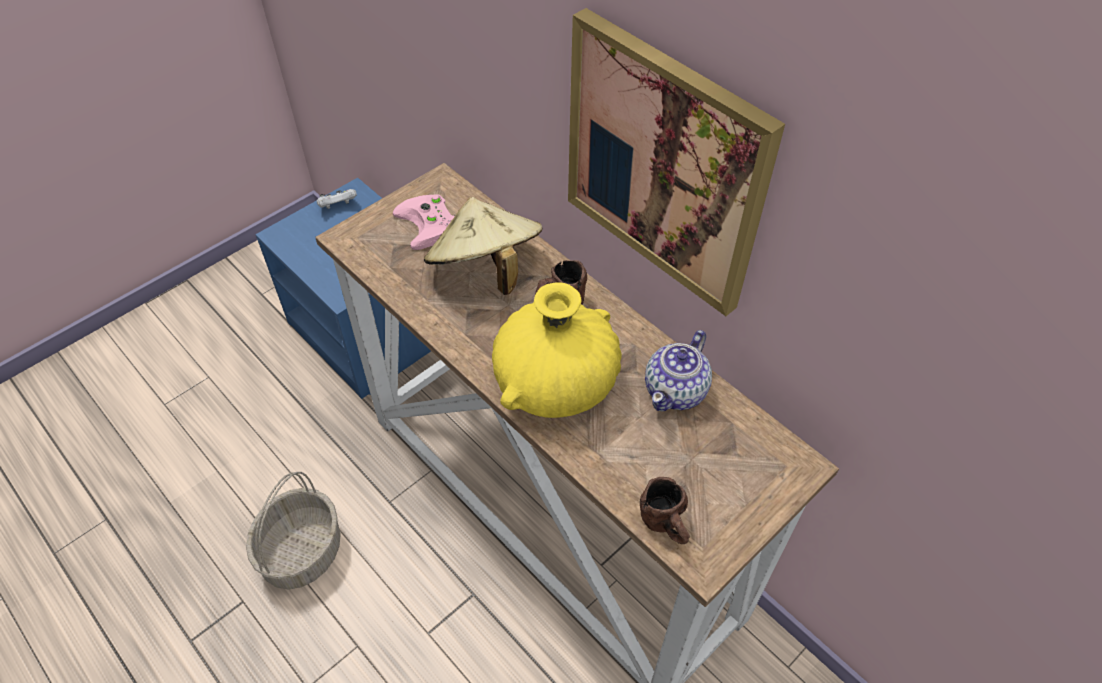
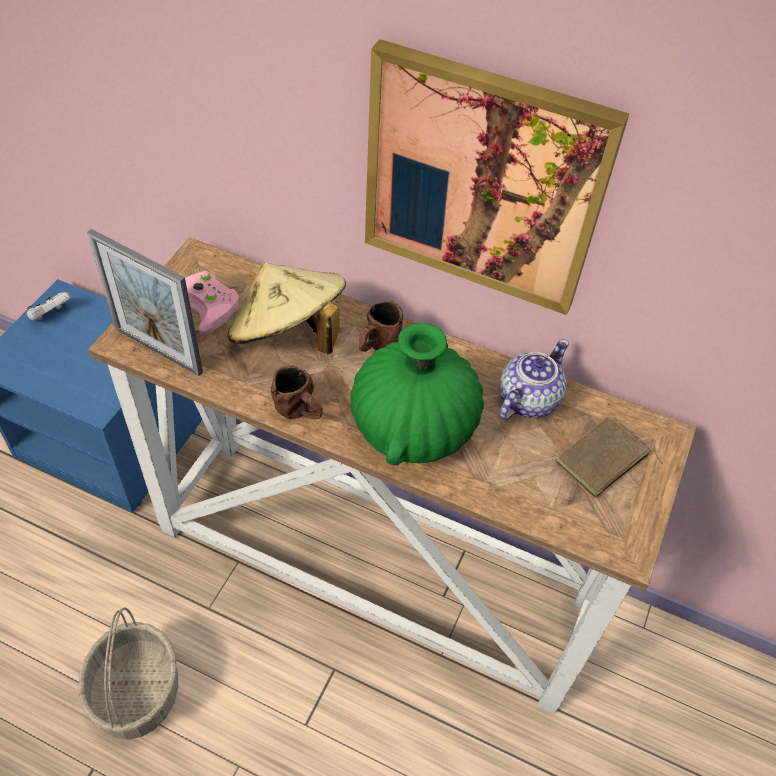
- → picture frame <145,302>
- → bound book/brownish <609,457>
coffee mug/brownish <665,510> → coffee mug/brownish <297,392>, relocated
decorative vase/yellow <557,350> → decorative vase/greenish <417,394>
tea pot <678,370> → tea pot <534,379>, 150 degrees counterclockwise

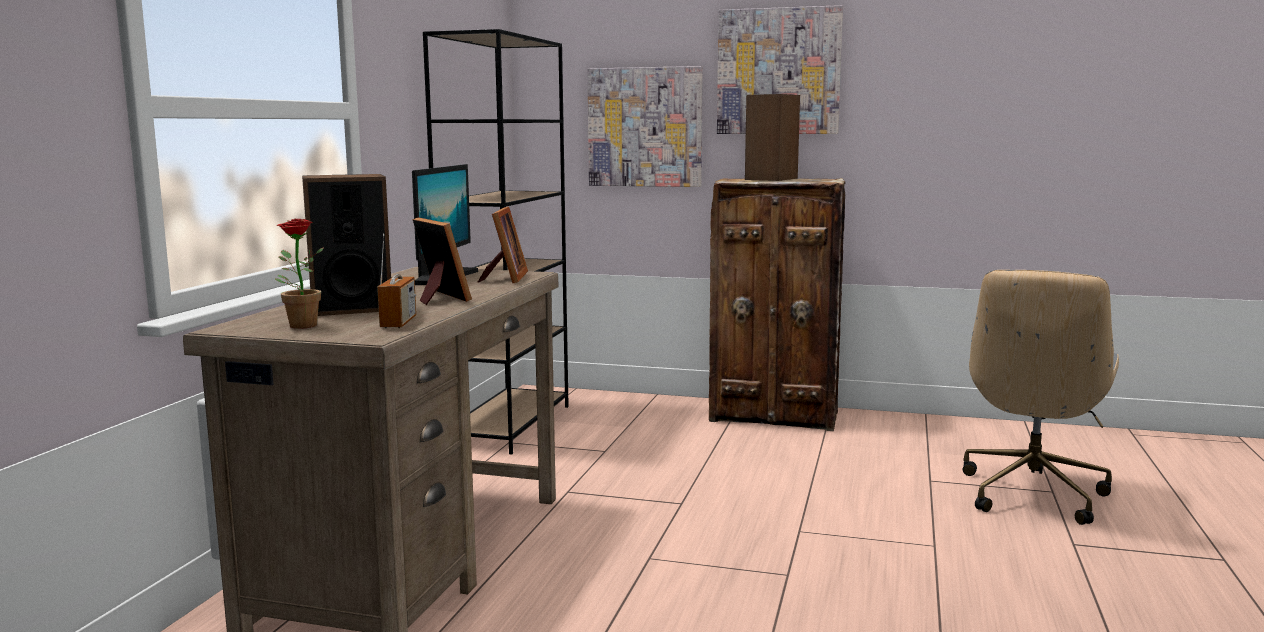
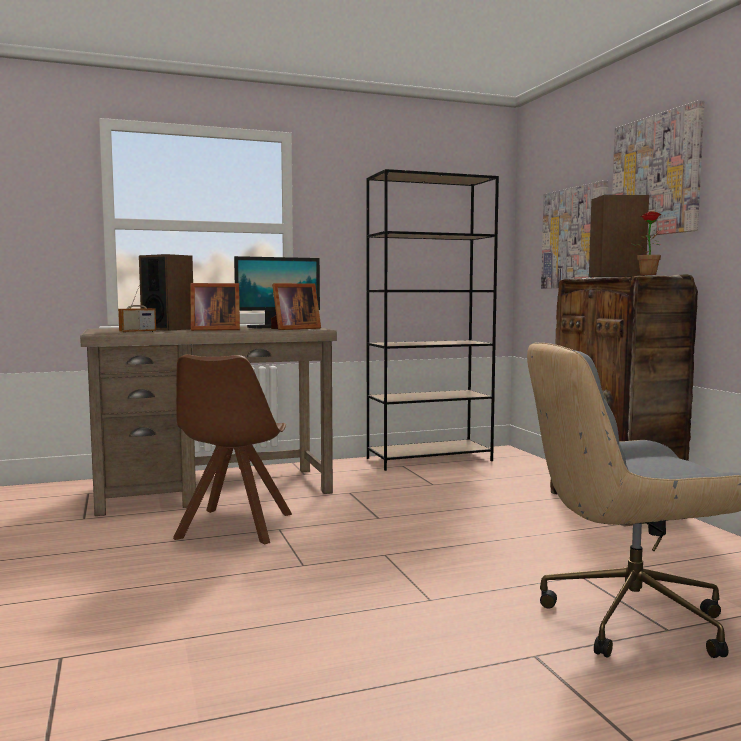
- → chair/brownish <232,449>
plant in a pot <299,274> → plant in a pot <647,243>, relocated
picture frame <442,261> → picture frame <215,307>, 60 degrees clockwise

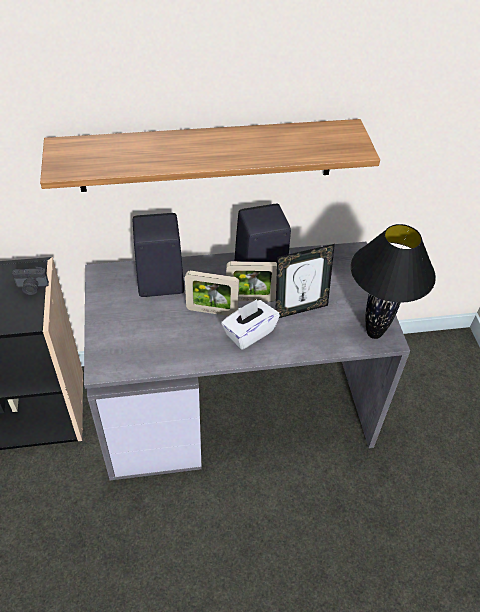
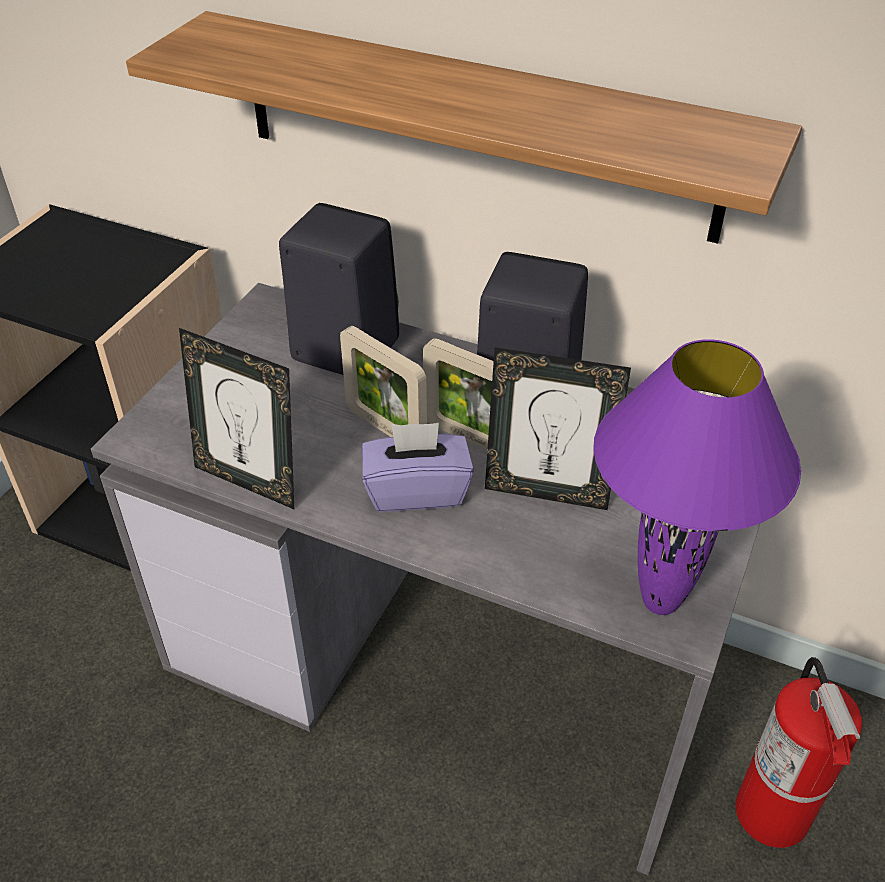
photo camera <30,281> → -
- → picture frame <236,418>
- → fire extinguisher <798,752>
box of tissues/white-coloured <250,324> → box of tissues/purple <418,467>
tabletop lamp/blackish <393,281> → tabletop lamp/purple <697,477>

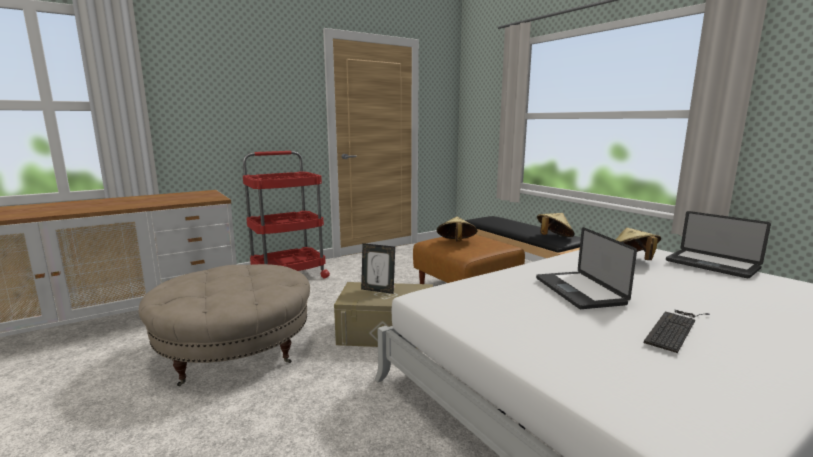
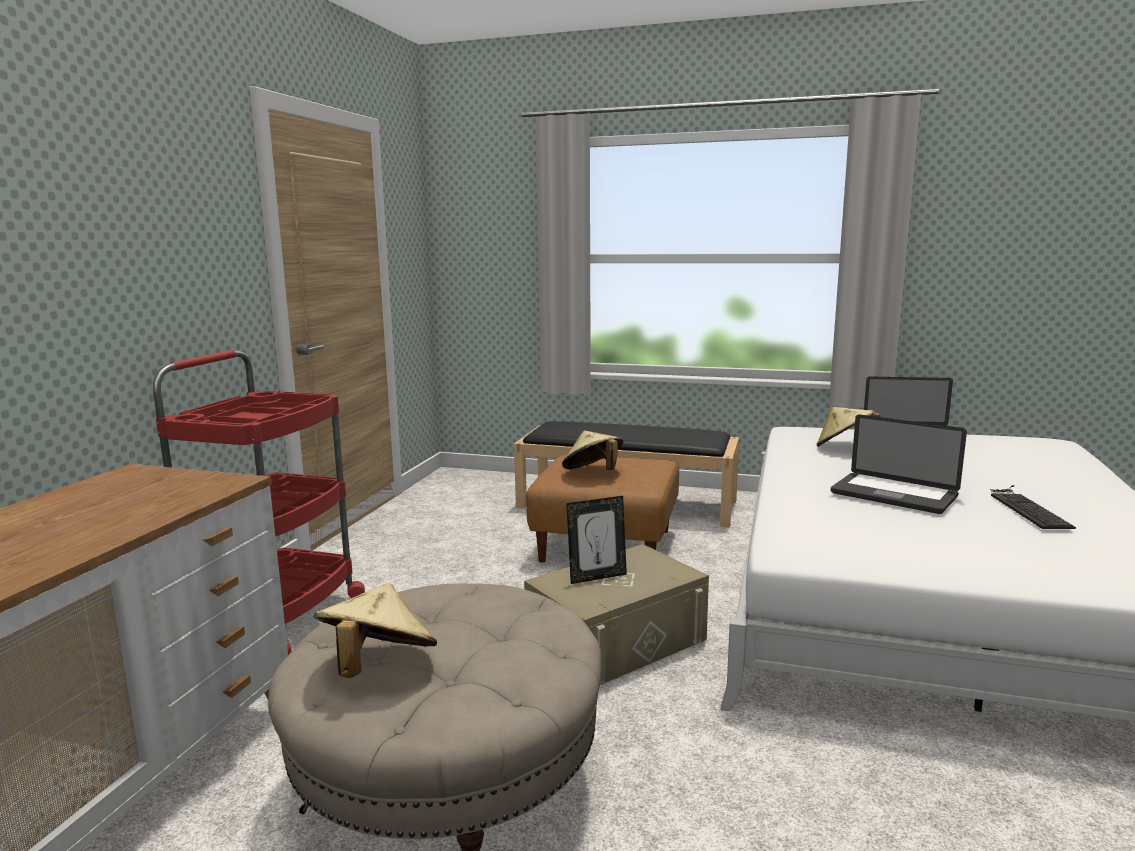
clothing hat/sand-coloured <556,225> → clothing hat/sand-coloured <375,630>, relocated

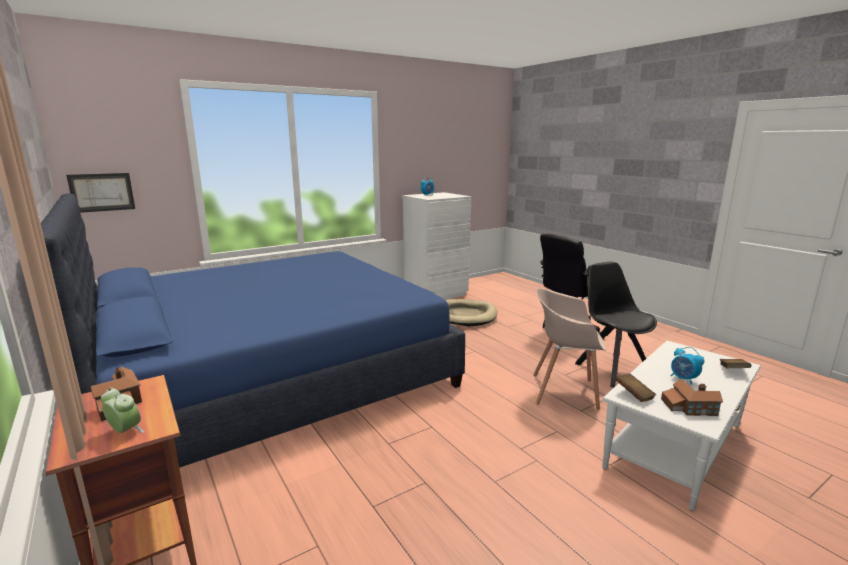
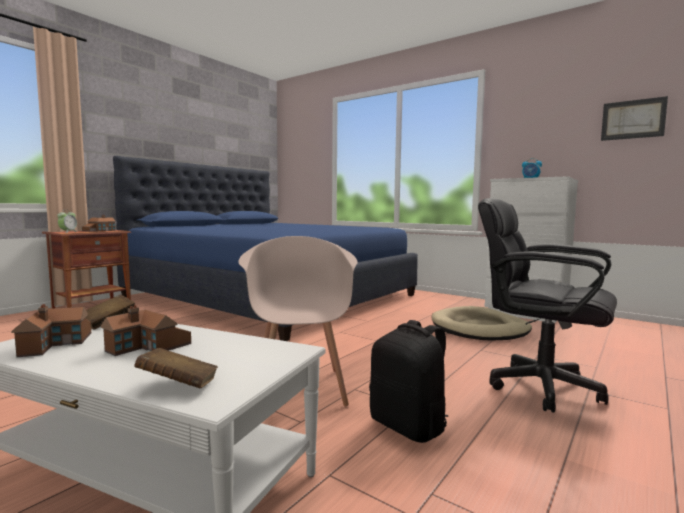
picture <100,193> → picture <634,118>, relocated
chair/blackish <616,325> → backpack/blackish <408,381>
alarm clock <687,366> → toy house <146,330>

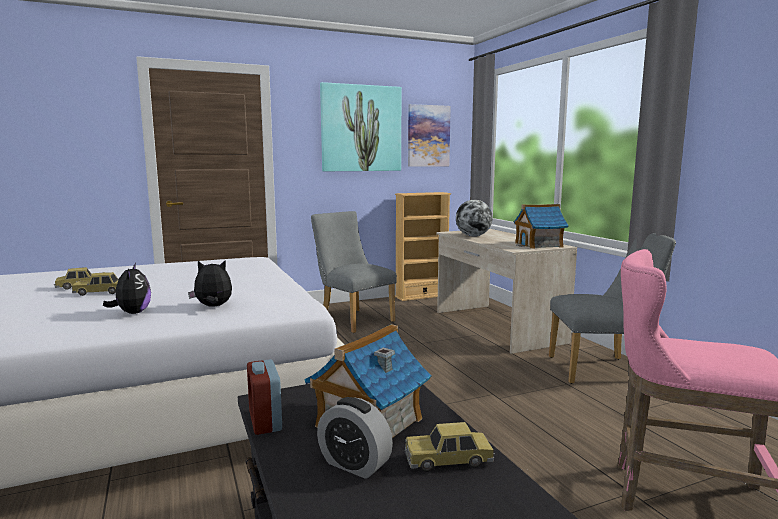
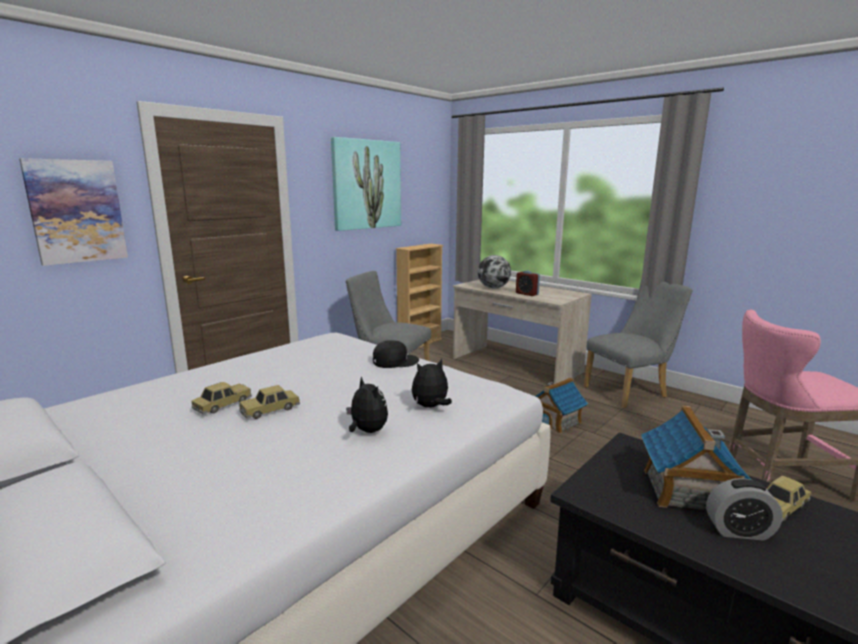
- → peaked cap/blackish <396,354>
alarm clock <264,397> → alarm clock <528,283>, relocated
picture <429,135> → picture <73,212>, relocated
toy house <541,226> → toy house <562,405>, relocated

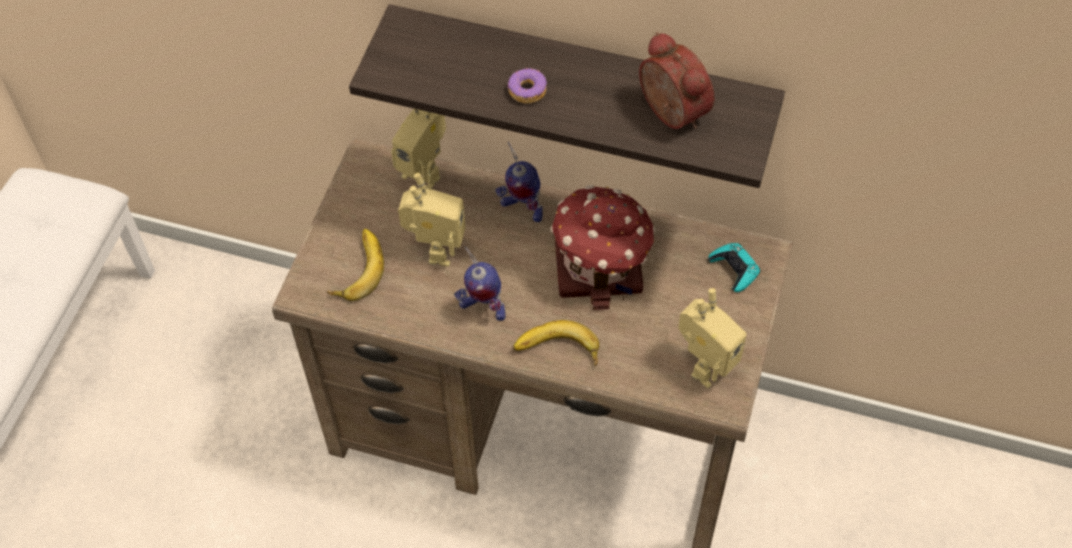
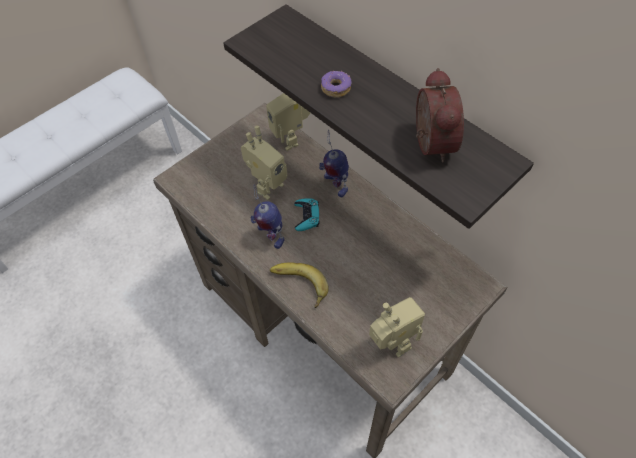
whole banana <355,265> → -
toy house <602,247> → -
gamepad/turquoise-coloured <734,267> → gamepad/turquoise-coloured <307,214>, relocated
toy robot <712,338> → toy robot <397,327>, 105 degrees counterclockwise

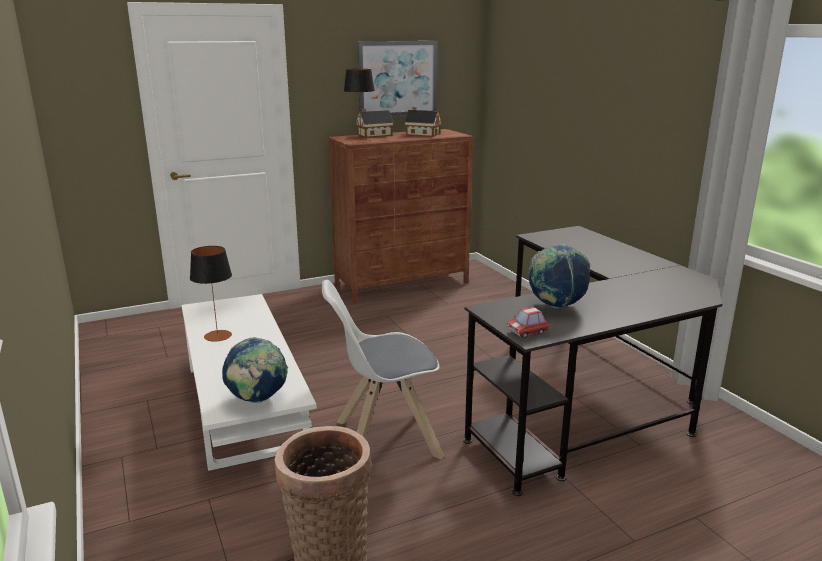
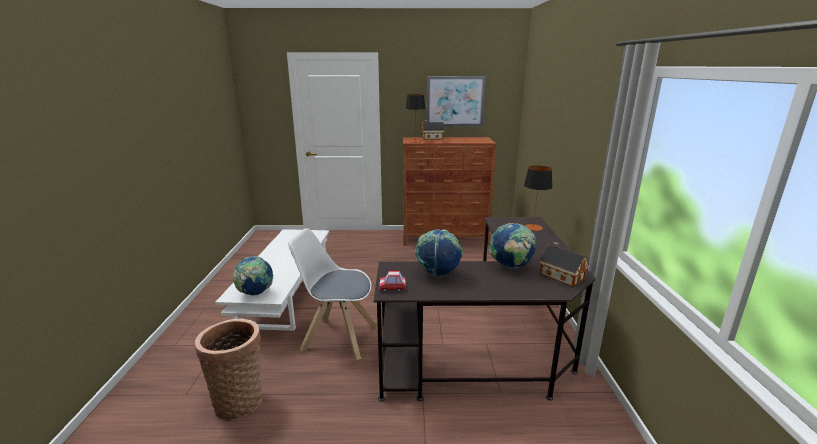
- → globe <513,246>
tabletop lamp <211,294> → tabletop lamp <538,198>, relocated
toy house <423,122> → toy house <564,264>, relocated

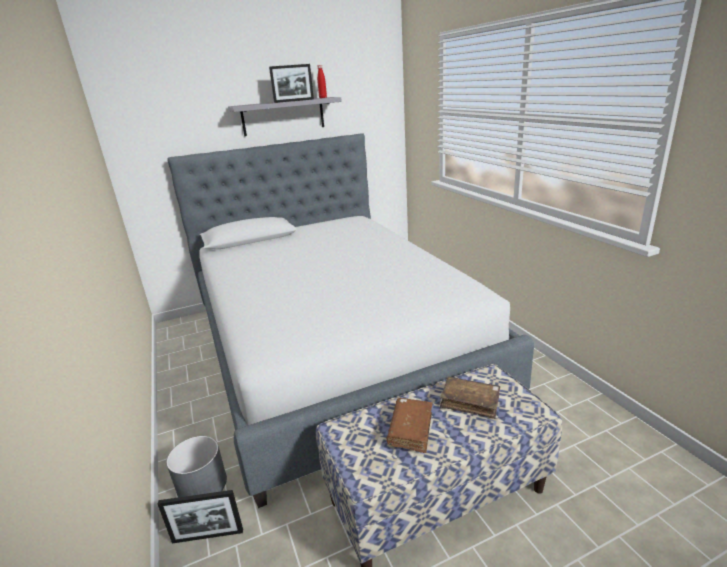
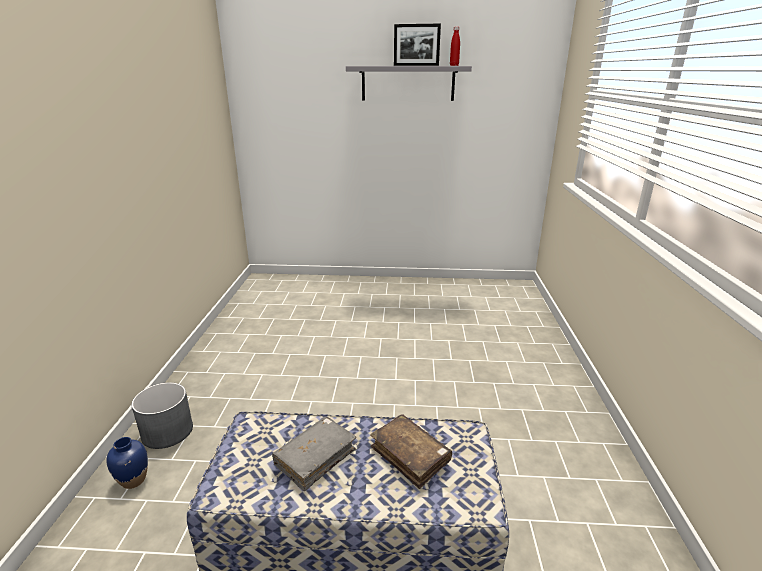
bedroom bed <350,320> → -
picture frame <200,517> → decorative vase/blue <127,463>
bound book/brownish <409,425> → bound book/grey <314,454>

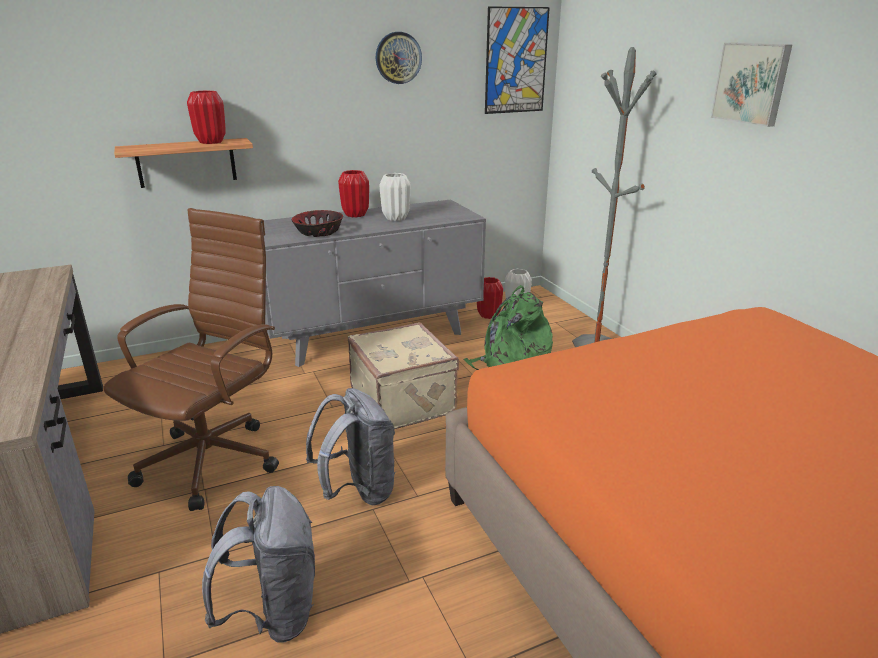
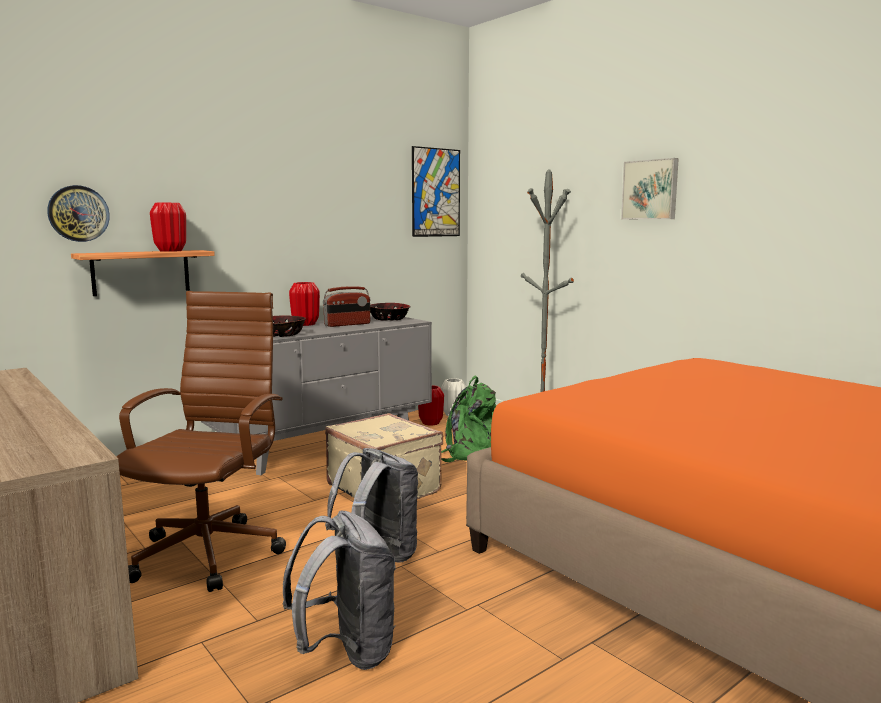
- → deep dish <390,312>
wall clock <399,58> → wall clock <78,213>, relocated
decorative vase/white-coloured <395,197> → radio set <346,306>

